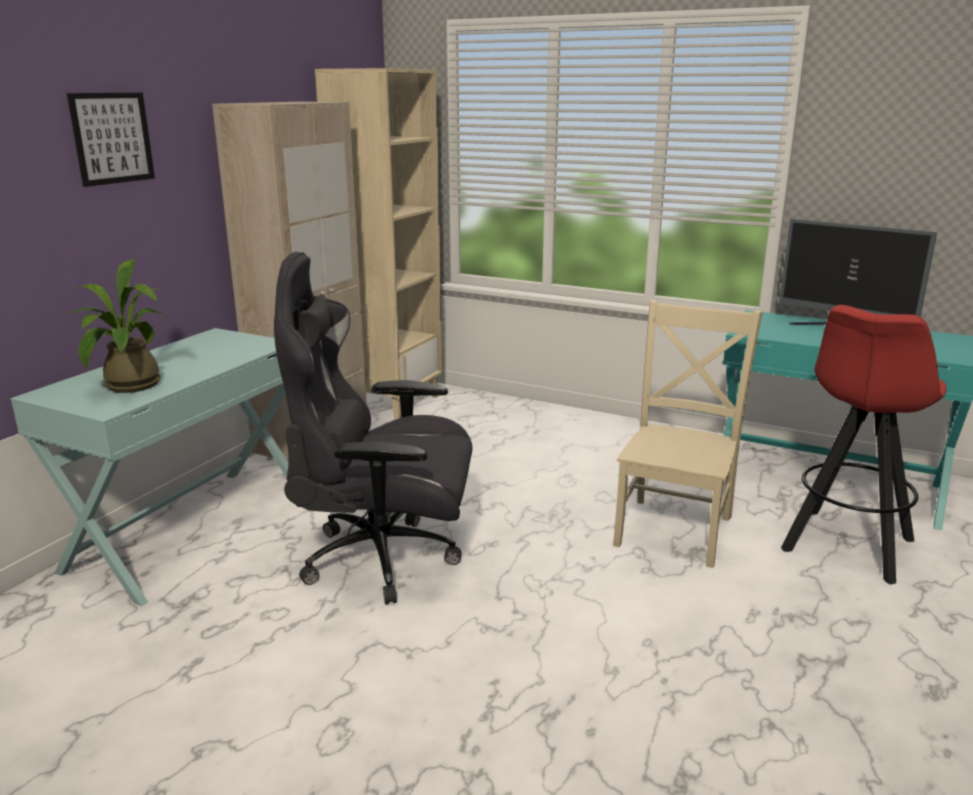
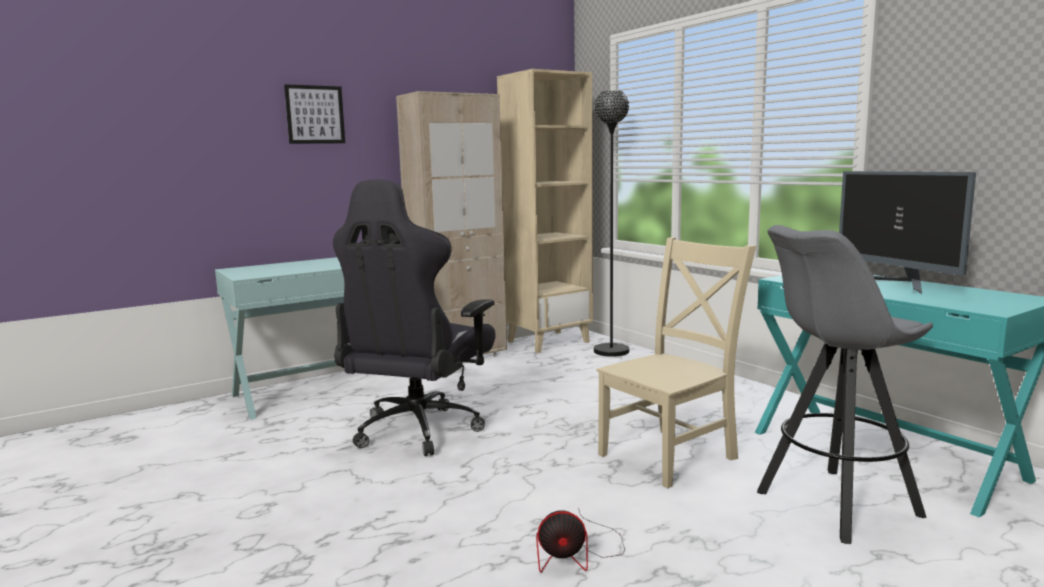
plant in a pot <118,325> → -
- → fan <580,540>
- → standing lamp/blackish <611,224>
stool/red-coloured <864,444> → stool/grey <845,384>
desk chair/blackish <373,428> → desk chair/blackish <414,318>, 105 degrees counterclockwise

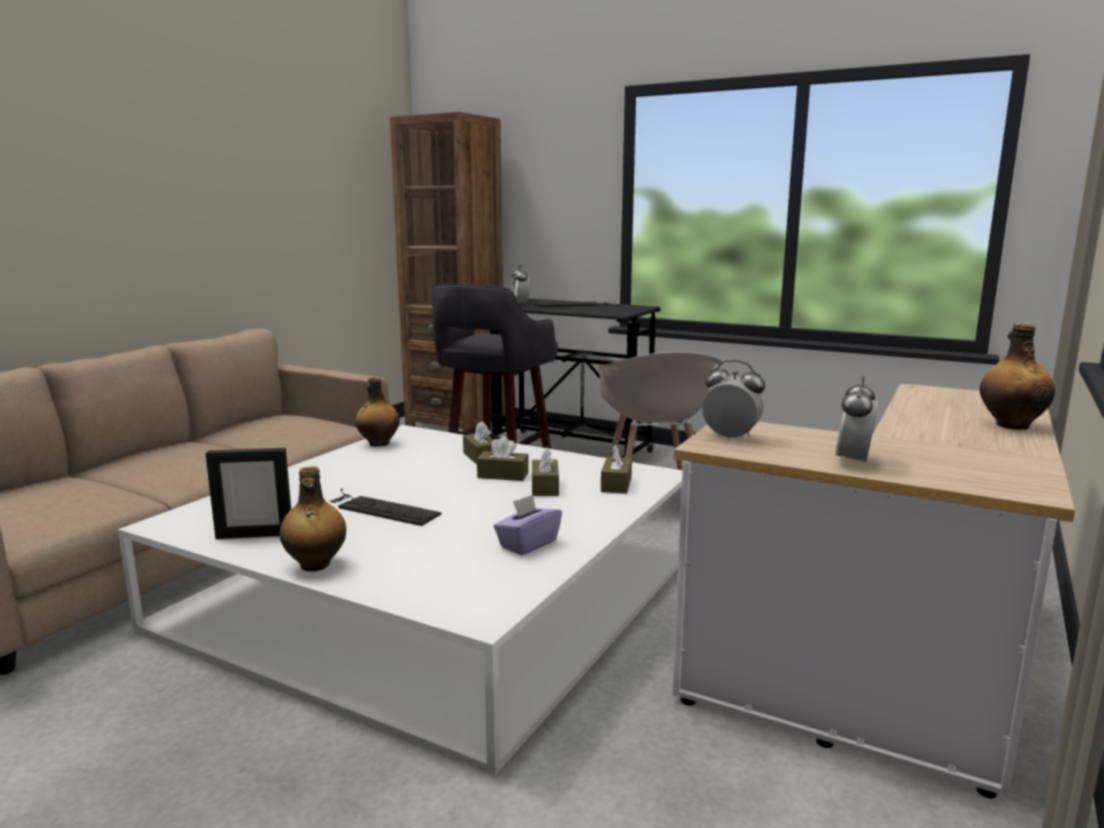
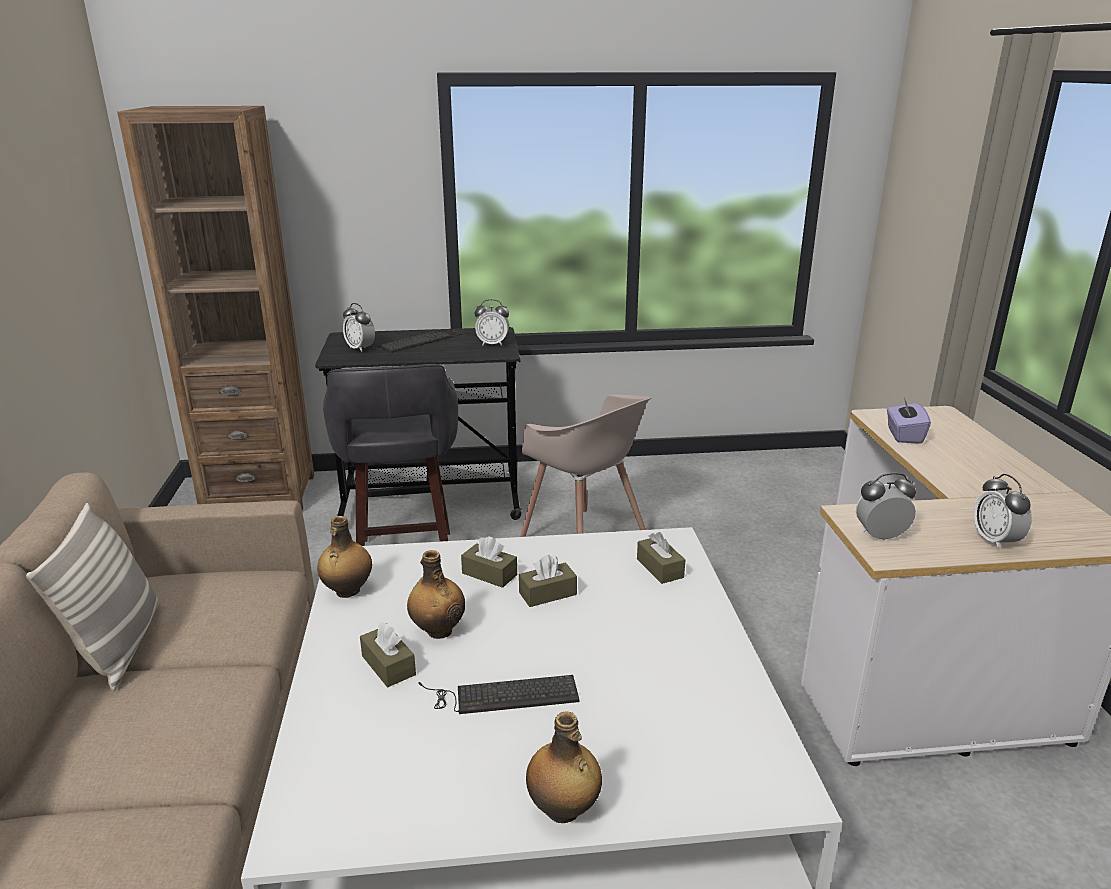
picture frame <248,493> → -
- → throw pillow <92,597>
- → alarm clock <491,322>
box of tissues/purple <528,525> → box of tissues/purple <909,421>, relocated
box of tissues/brownish <545,471> → box of tissues/brownish <388,654>, relocated
drink bottle <1017,376> → drink bottle <436,594>, relocated

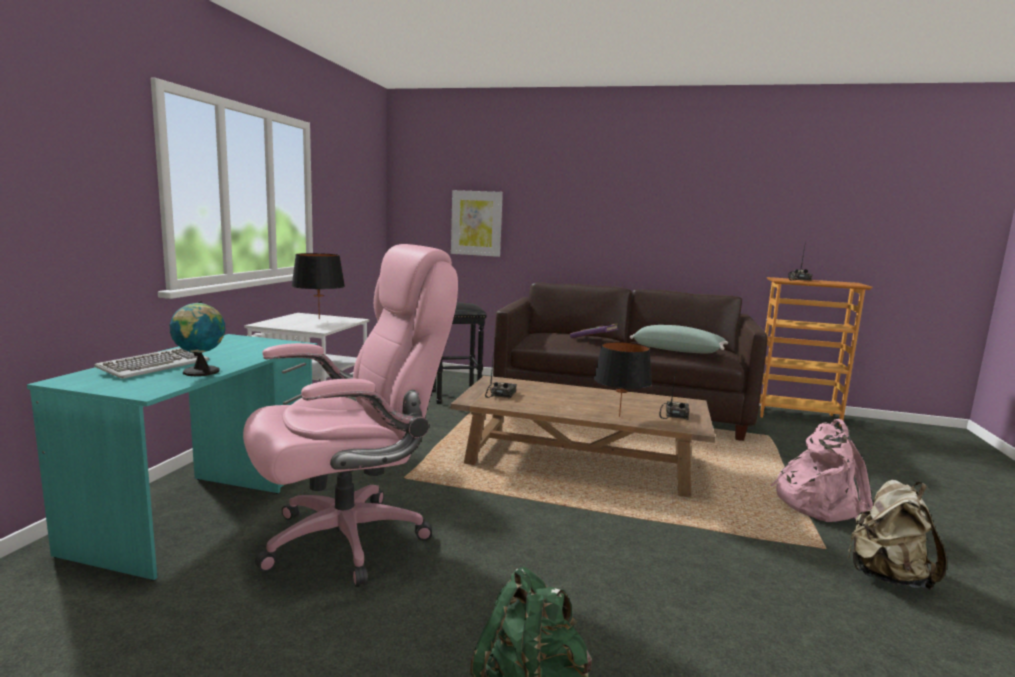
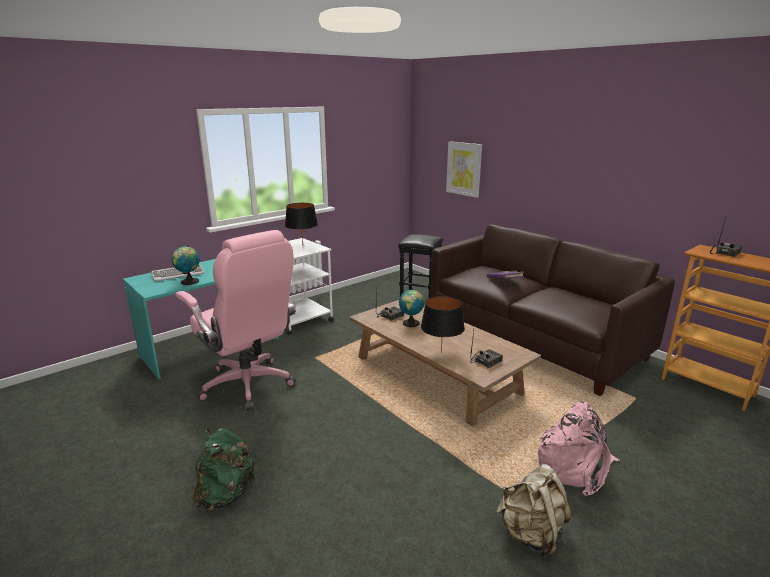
throw pillow/greenish <679,339> → -
- → globe <411,307>
desk chair/pinkish <350,415> → desk chair/pinkish <236,320>, 45 degrees clockwise

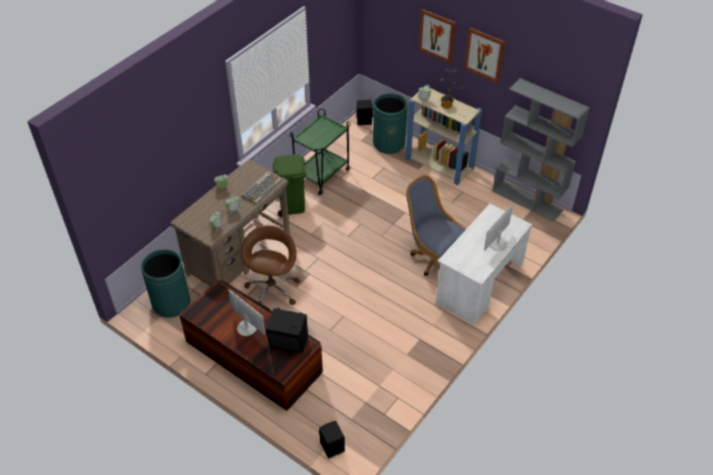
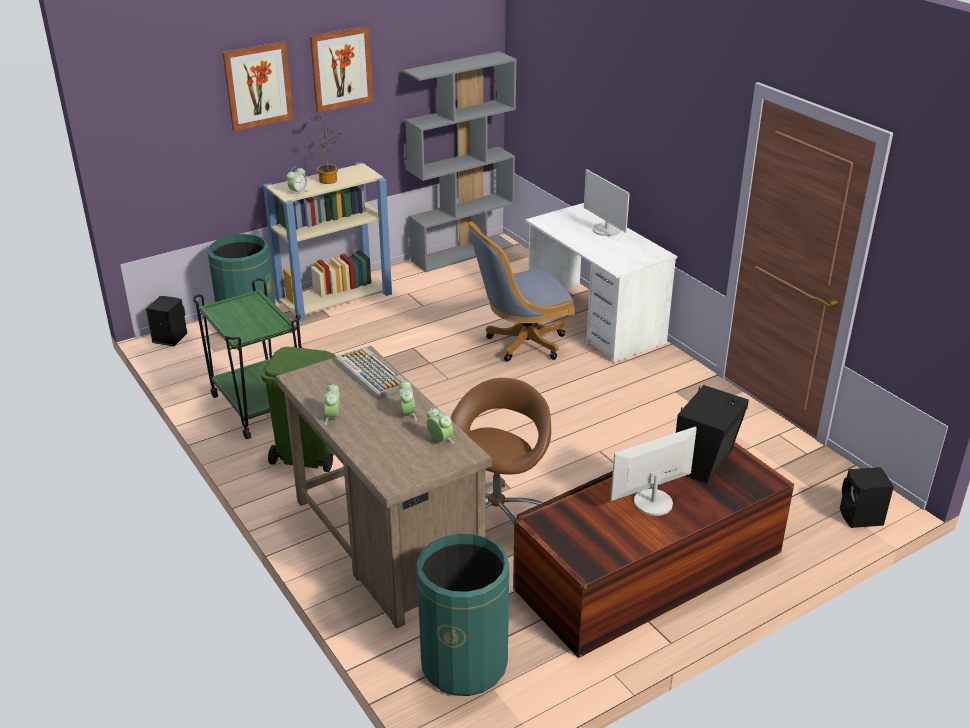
desk chair/brownish <270,265> → desk chair/brownish <501,451>, 90 degrees clockwise

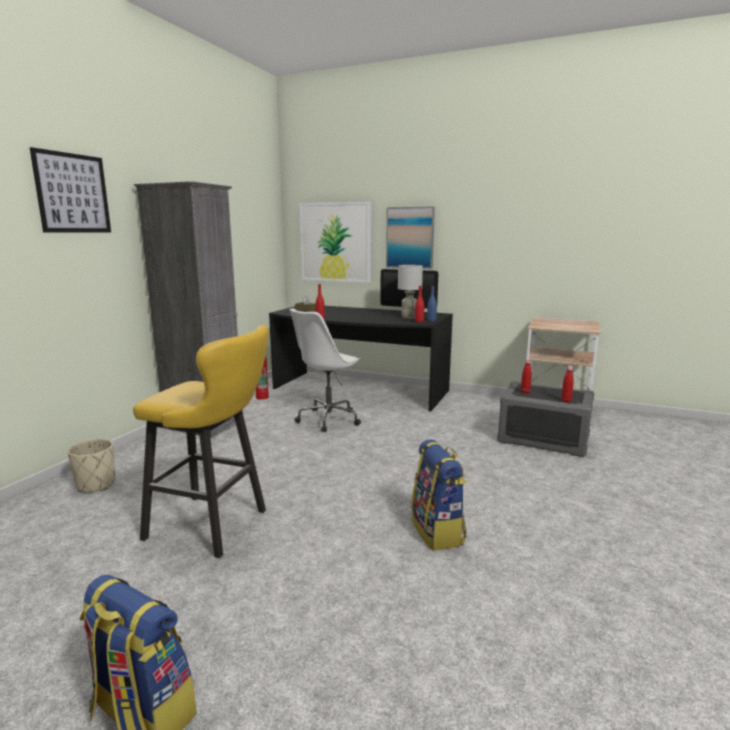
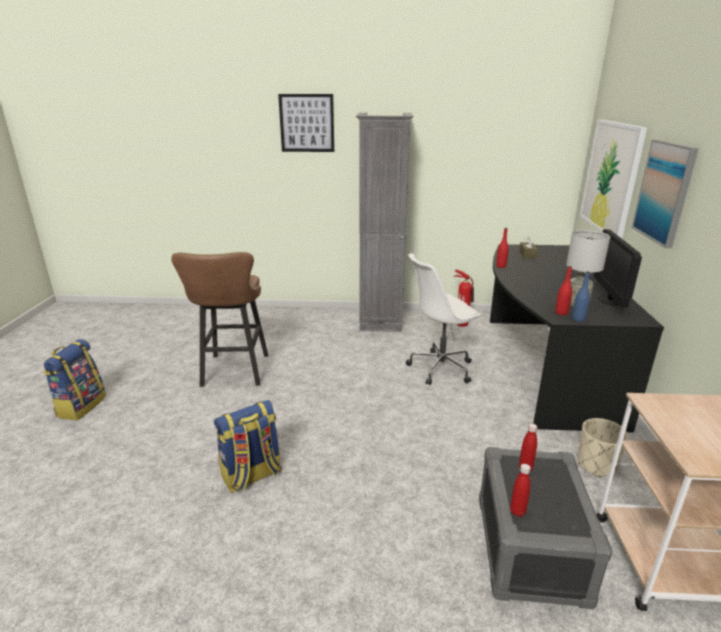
planter/sand-coloured <92,465> → planter/sand-coloured <603,448>, relocated
stool/yellow <201,441> → stool/brownish <219,319>
desk chair/white-coloured <325,370> → desk chair/white-coloured <443,319>, 45 degrees counterclockwise

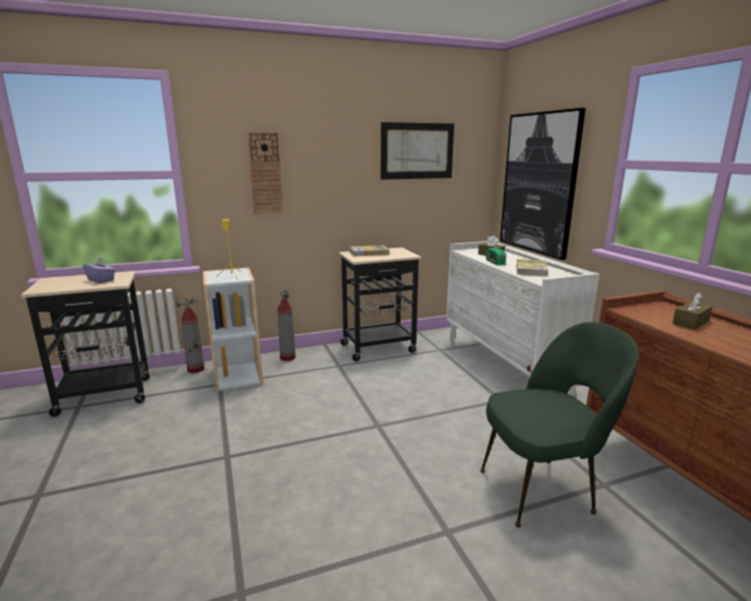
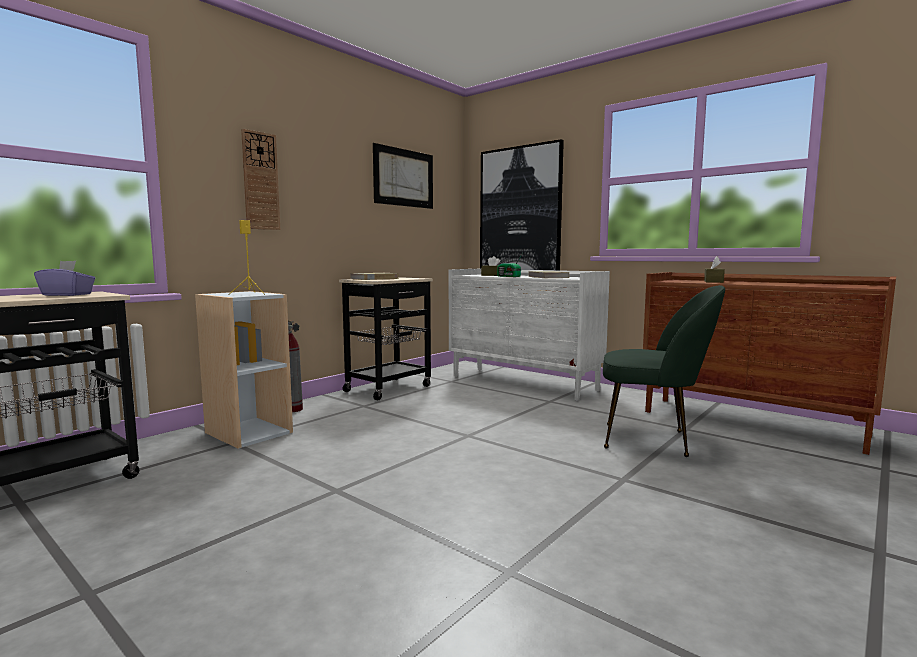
fire extinguisher <190,335> → -
chair/greenish <559,425> → chair/greenish <664,371>, 60 degrees clockwise

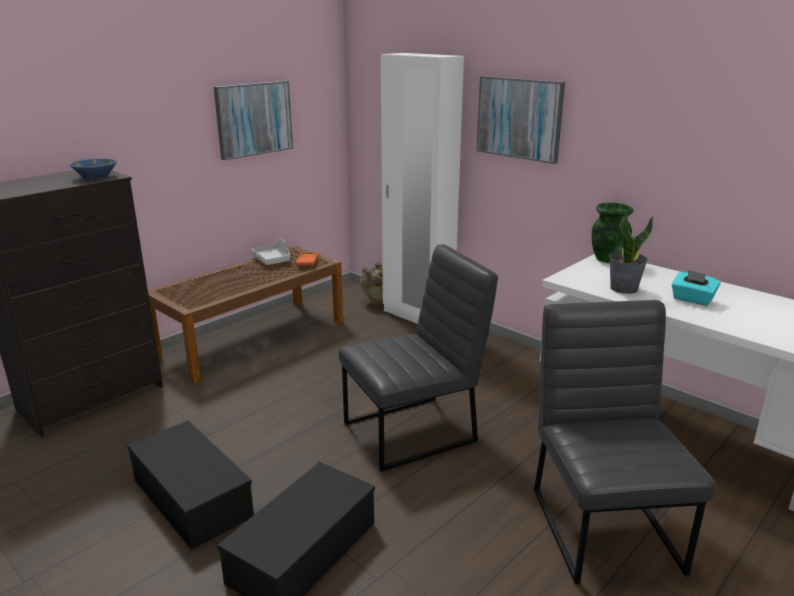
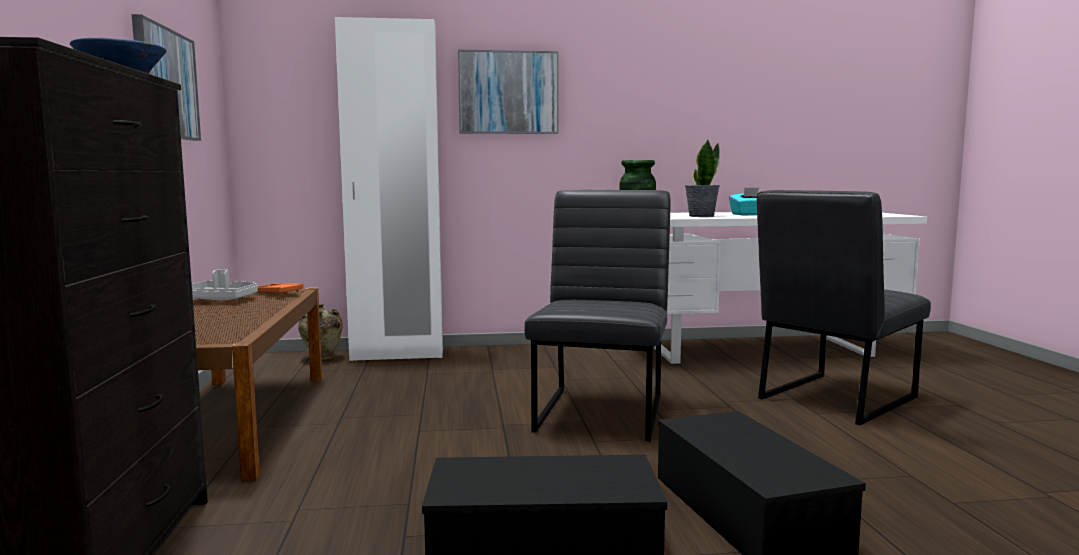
chair/grey <625,442> → chair/grey <844,307>, 75 degrees counterclockwise

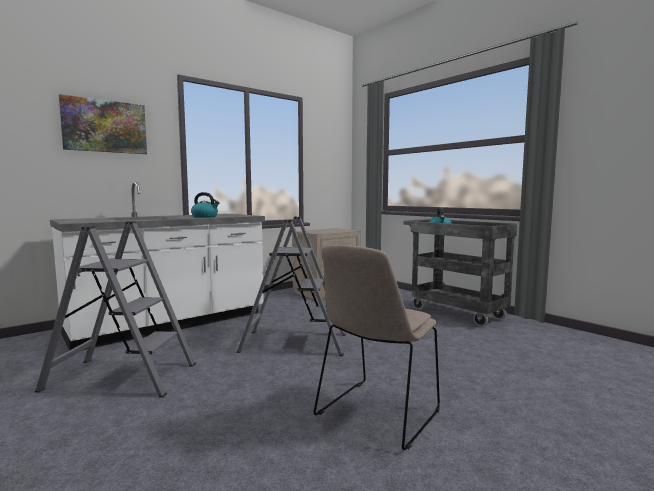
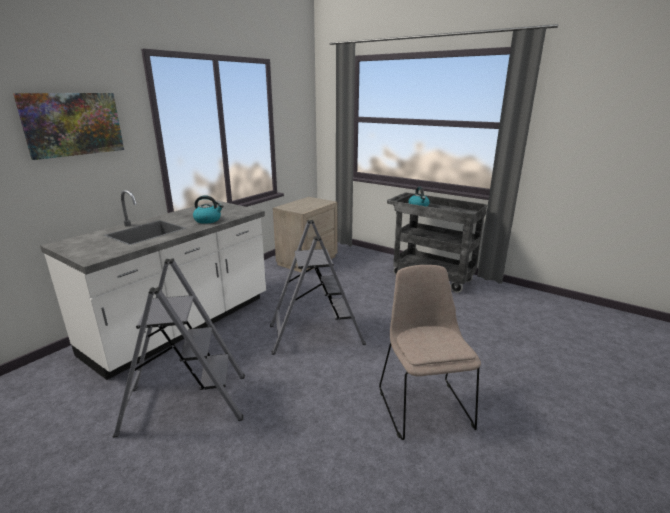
chair/sand-coloured <377,347> → chair/sand-coloured <430,352>, 150 degrees clockwise

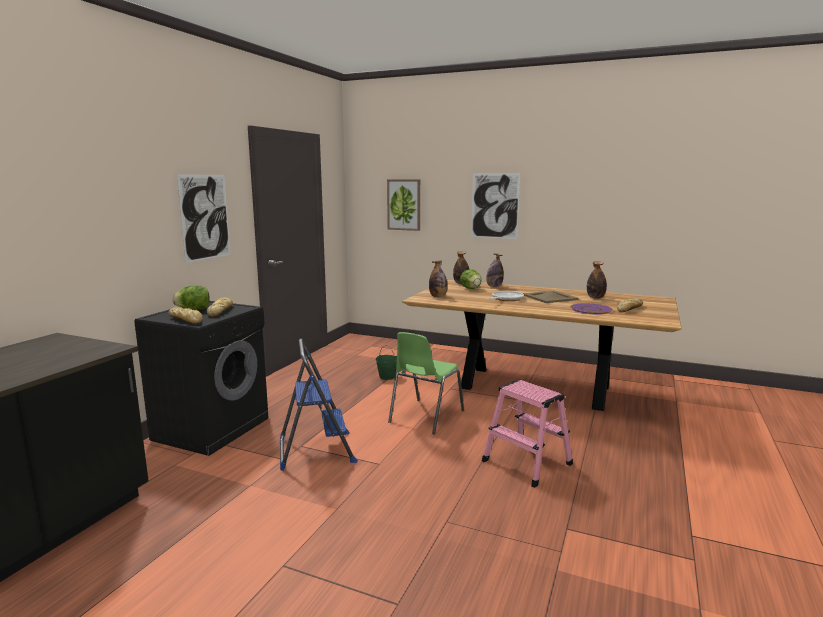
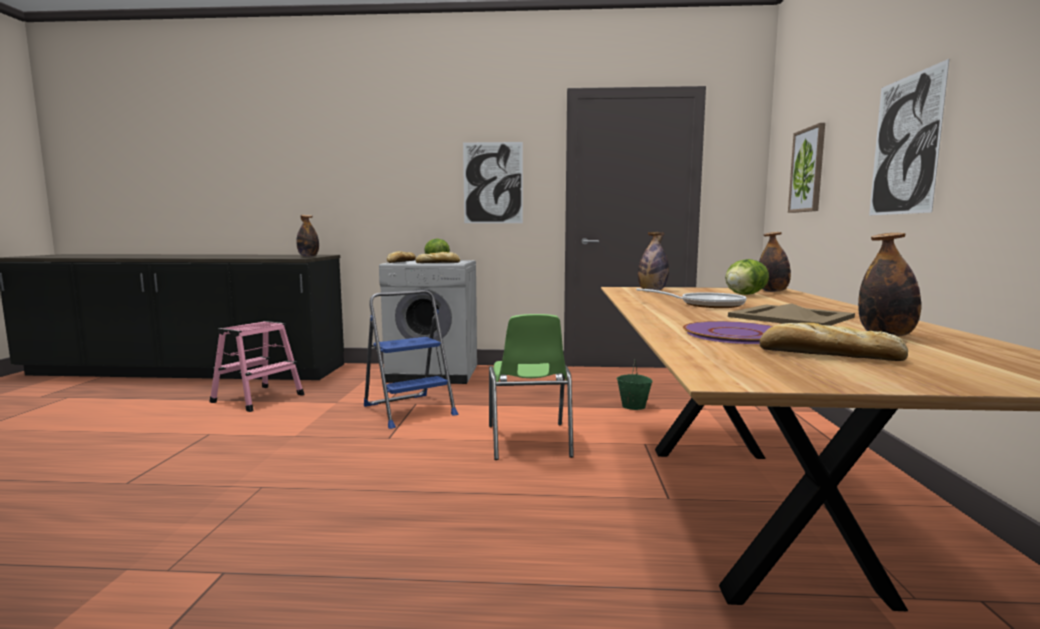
step stool/pinkish <527,433> → step stool/pinkish <256,366>, relocated
drink bottle <495,270> → drink bottle <307,236>, relocated
laundry machine/blackish <201,378> → laundry machine/white-coloured <428,322>
chair/greenish <426,383> → chair/greenish <531,387>, 105 degrees counterclockwise

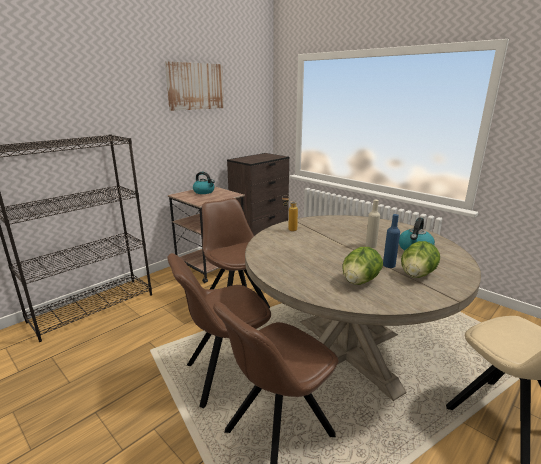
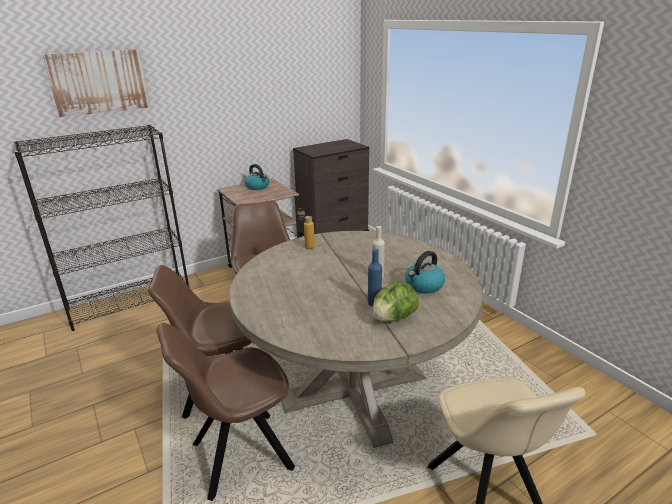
lettuce head <362,266> → -
picture <194,86> → picture <96,83>, relocated

